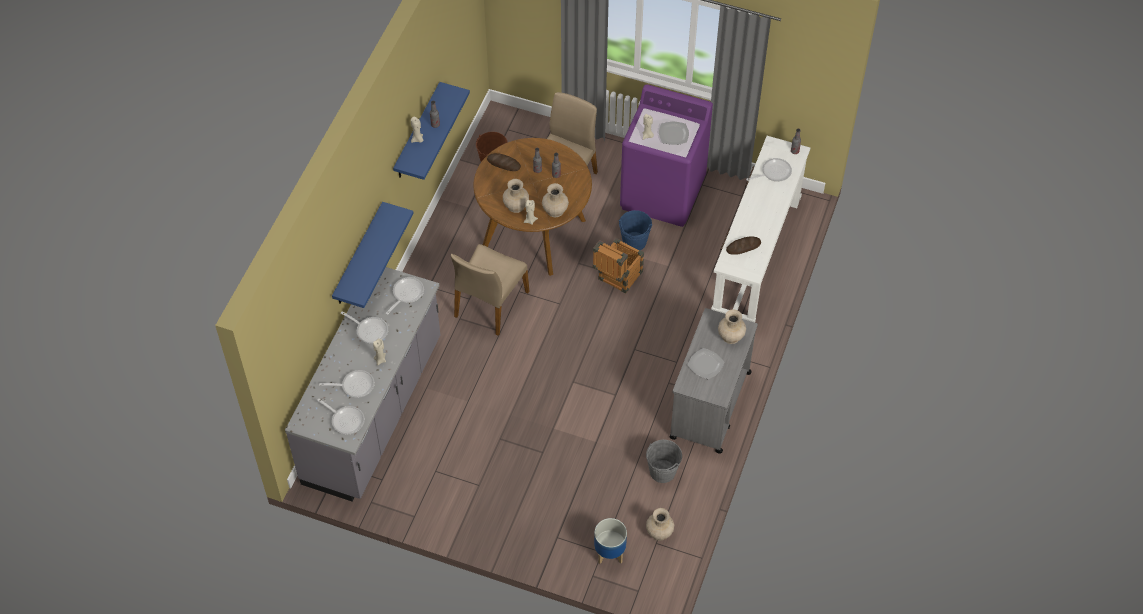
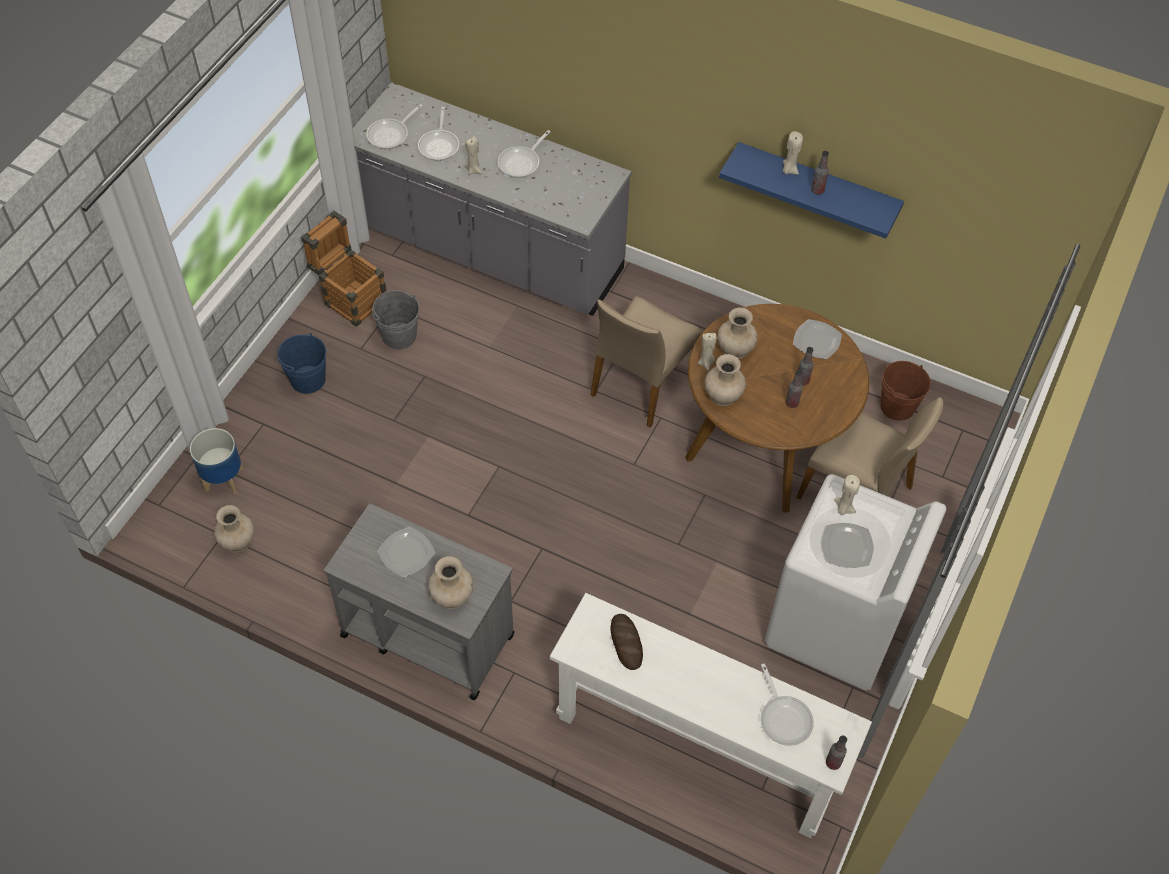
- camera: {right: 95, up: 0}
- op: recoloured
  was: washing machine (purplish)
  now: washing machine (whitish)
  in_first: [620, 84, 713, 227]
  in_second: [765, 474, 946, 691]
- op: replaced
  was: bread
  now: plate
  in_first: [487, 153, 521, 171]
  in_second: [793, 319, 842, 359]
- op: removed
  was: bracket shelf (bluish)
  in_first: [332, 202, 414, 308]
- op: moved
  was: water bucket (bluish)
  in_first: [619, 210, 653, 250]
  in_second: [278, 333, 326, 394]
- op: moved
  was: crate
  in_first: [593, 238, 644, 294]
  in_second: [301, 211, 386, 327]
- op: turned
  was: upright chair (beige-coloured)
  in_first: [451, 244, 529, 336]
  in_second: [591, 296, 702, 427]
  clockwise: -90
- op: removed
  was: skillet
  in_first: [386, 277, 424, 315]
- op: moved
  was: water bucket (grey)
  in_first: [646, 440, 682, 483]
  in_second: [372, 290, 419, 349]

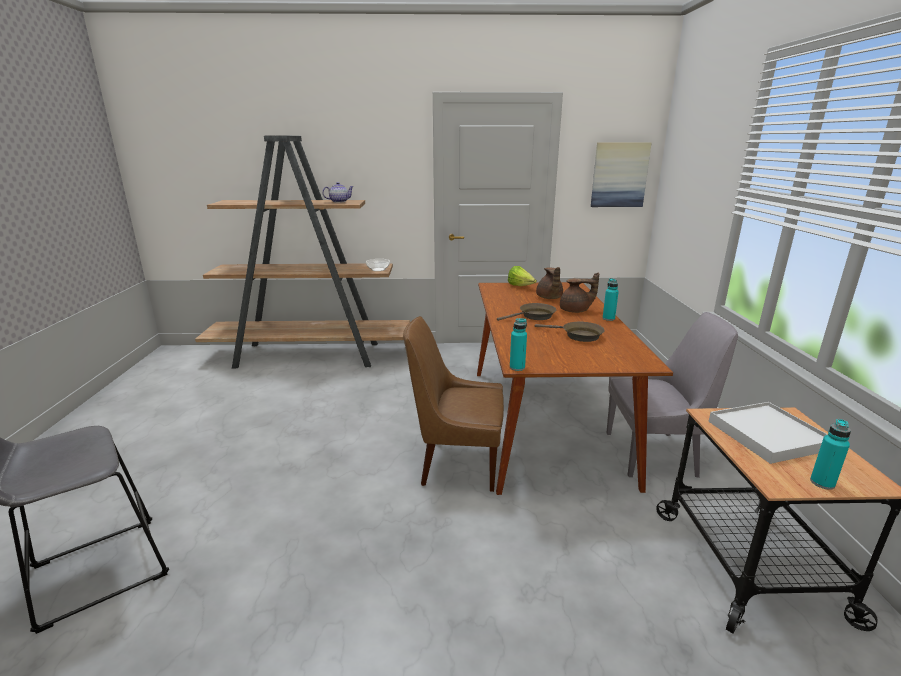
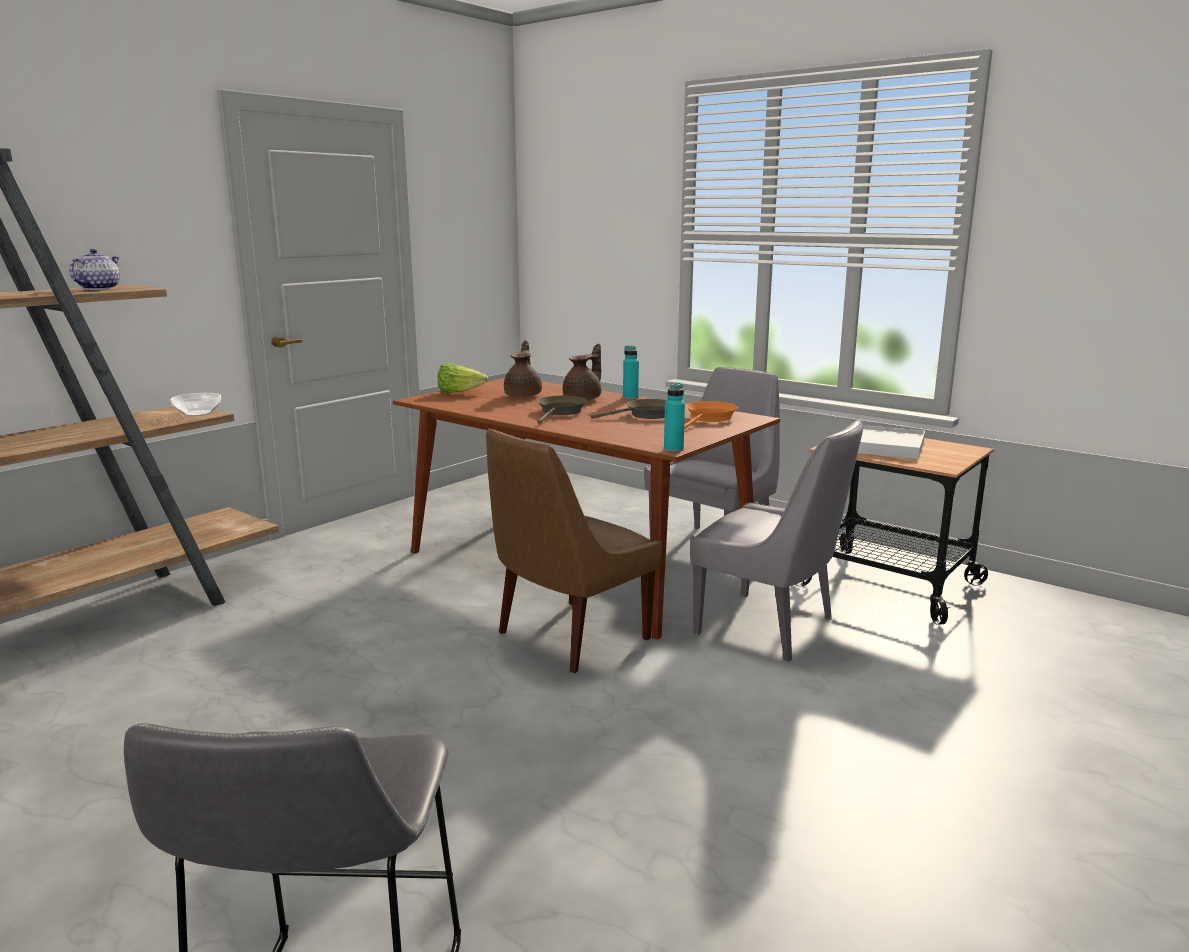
- camera: {right: -50, up: -5}
- op: removed
  was: picture
  in_first: [591, 142, 652, 207]
- op: turned
  was: pot for tea (brownish)
  in_first: [536, 267, 563, 299]
  in_second: [504, 340, 542, 397]
  clockwise: -120
- op: removed
  was: drink bottle (turquoise-coloured)
  in_first: [810, 419, 851, 490]
- op: added
  now: skillet (orangey)
  in_second: [684, 401, 738, 429]
- op: added
  now: upright chair (grey)
  in_second: [690, 420, 863, 662]

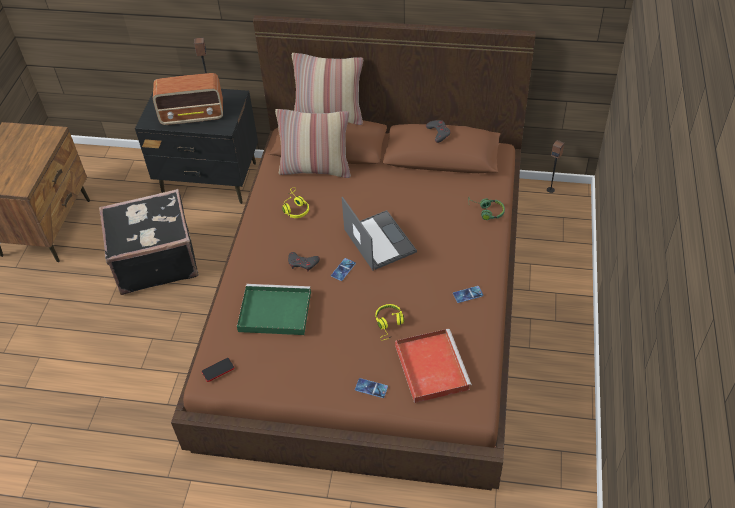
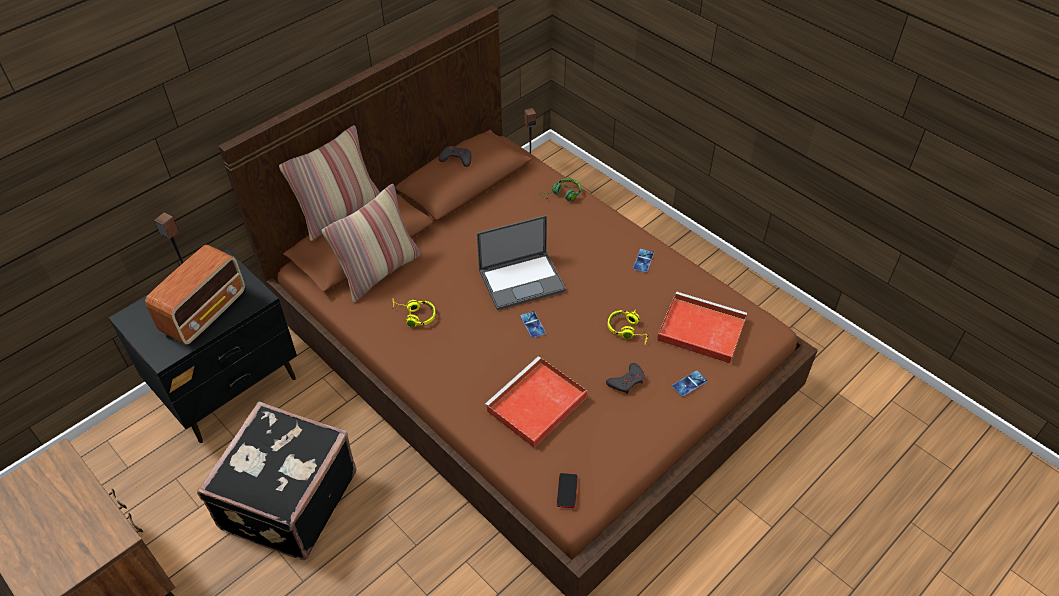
- camera: {right: -55, up: 0}
- op: turned
  was: portable computer
  in_first: [342, 197, 417, 271]
  in_second: [477, 215, 566, 310]
  clockwise: 150
- op: moved
  was: joypad (grey)
  in_first: [288, 252, 320, 272]
  in_second: [606, 363, 645, 394]
- op: recoloured
  was: tray (greenish)
  now: tray (red)
  in_first: [237, 284, 311, 335]
  in_second: [485, 357, 587, 447]

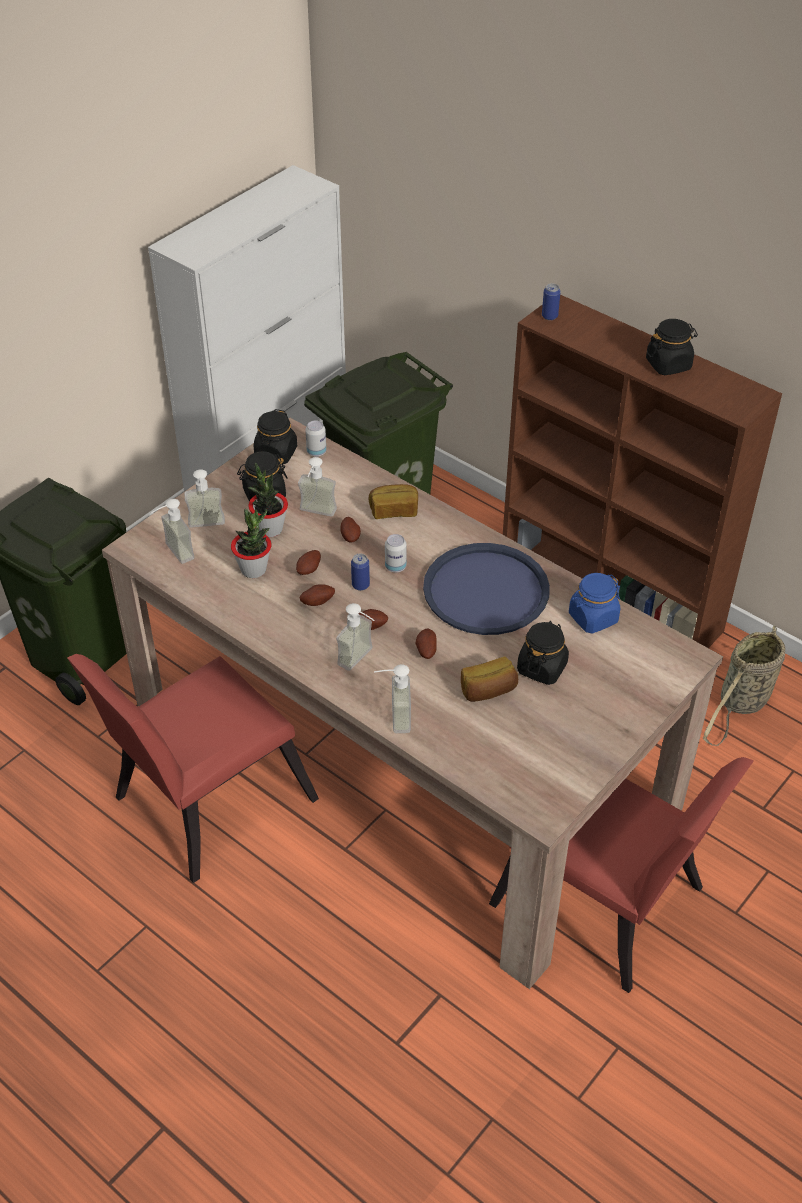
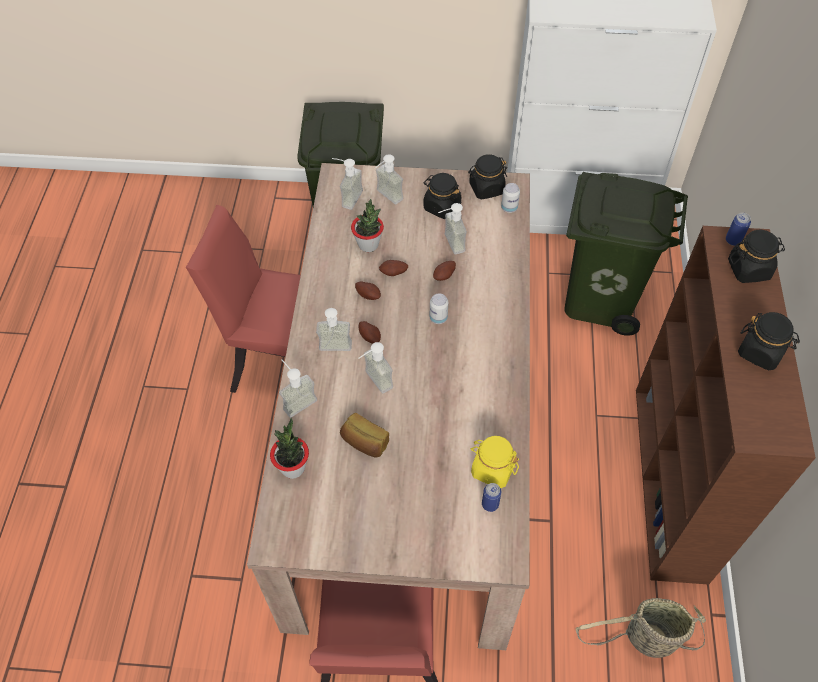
- camera: {right: 55, up: 10}
- op: moved
  was: houseplant
  in_first: [248, 462, 288, 537]
  in_second: [270, 418, 309, 479]
- op: removed
  was: bread
  in_first: [368, 484, 418, 519]
- op: removed
  was: tray (bluish)
  in_first: [423, 543, 550, 635]
- op: moved
  was: sealed can
  in_first: [351, 553, 370, 591]
  in_second: [482, 483, 501, 512]
- op: recoloured
  was: storage jar (bluish)
  now: storage jar (yellowish)
  in_first: [569, 573, 620, 634]
  in_second: [471, 436, 519, 488]
- op: moved
  was: storage jar (blackish)
  in_first: [517, 621, 569, 685]
  in_second: [728, 230, 785, 283]
- op: replaced
  was: potato
  now: soap bottle
  in_first: [415, 628, 437, 659]
  in_second: [358, 342, 393, 393]

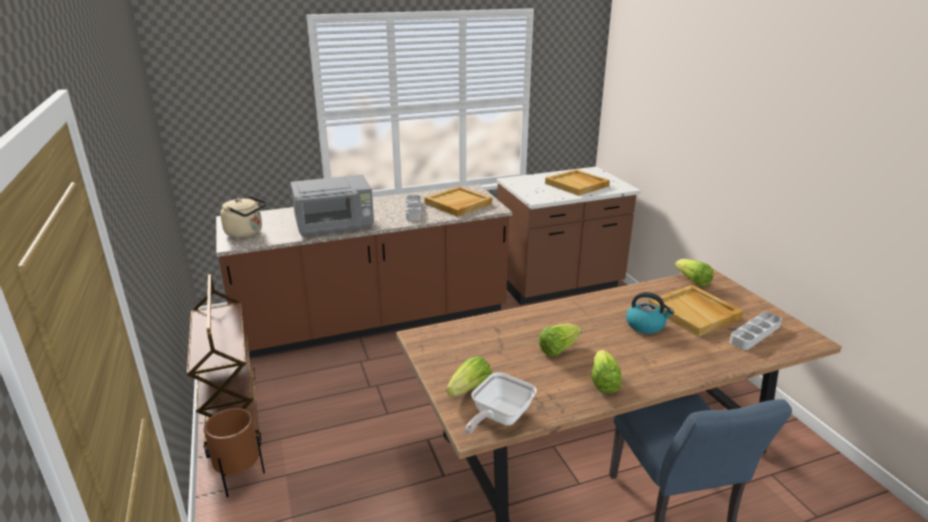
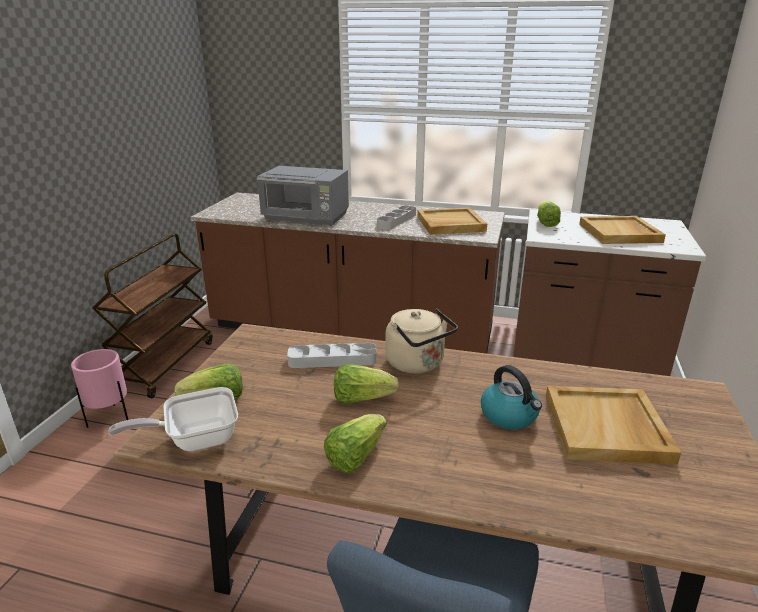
- camera: {right: 35, up: 0}
- op: moved
  was: tea kettle (beige-coloured)
  in_first: [220, 196, 267, 238]
  in_second: [385, 309, 458, 374]
- op: moved
  was: head of lettuce
  in_first: [675, 259, 713, 287]
  in_second: [537, 201, 561, 227]
- op: moved
  was: tray (grey)
  in_first: [730, 312, 782, 350]
  in_second: [287, 343, 377, 368]
- op: recoloured
  was: flower pot (brownish)
  now: flower pot (pink)
  in_first: [204, 408, 265, 497]
  in_second: [71, 349, 128, 428]

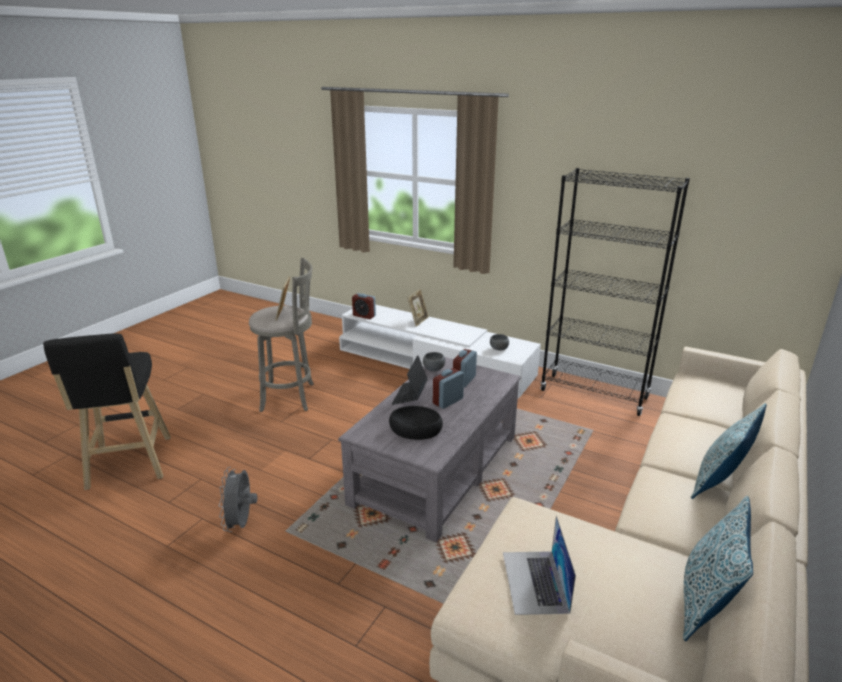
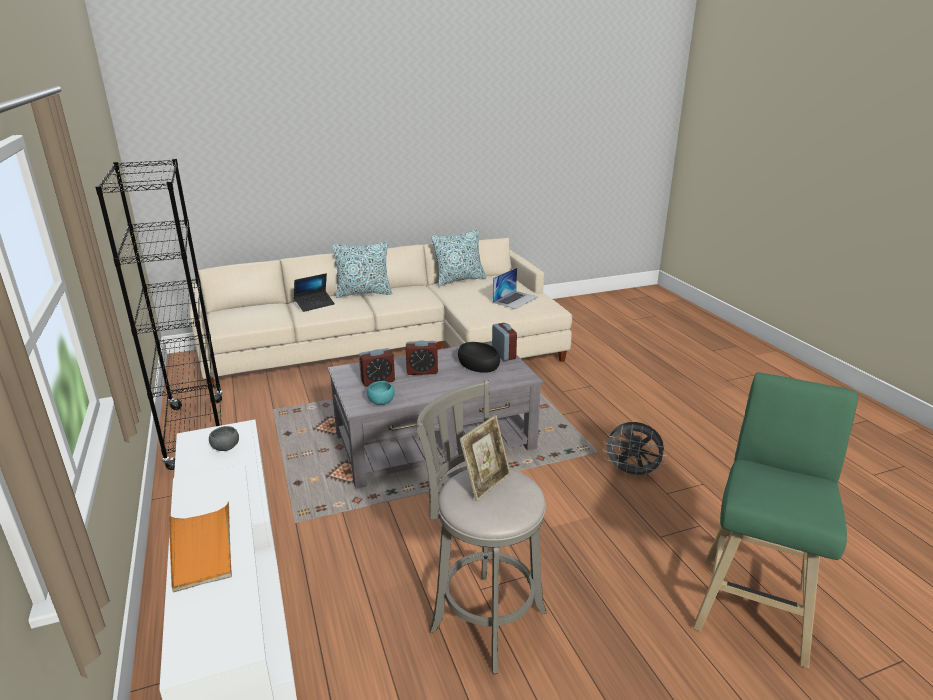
- camera: {right: -140, up: 0}
- op: replaced
  was: picture frame
  now: tray (orangey)
  in_first: [407, 289, 429, 327]
  in_second: [169, 501, 232, 592]
- op: moved
  was: bedside clock
  in_first: [352, 293, 376, 319]
  in_second: [492, 323, 517, 361]
- op: recoloured
  was: stool seat (blackish)
  now: stool seat (greenish)
  in_first: [43, 334, 171, 490]
  in_second: [693, 372, 858, 668]
- op: recoloured
  was: deep dish (grey)
  now: deep dish (turquoise-coloured)
  in_first: [423, 352, 445, 371]
  in_second: [367, 381, 395, 405]
- op: moved
  was: portable computer
  in_first: [392, 355, 428, 405]
  in_second: [294, 273, 335, 312]
- op: turned
  was: fan (grey)
  in_first: [219, 467, 257, 532]
  in_second: [603, 422, 667, 479]
  clockwise: 75

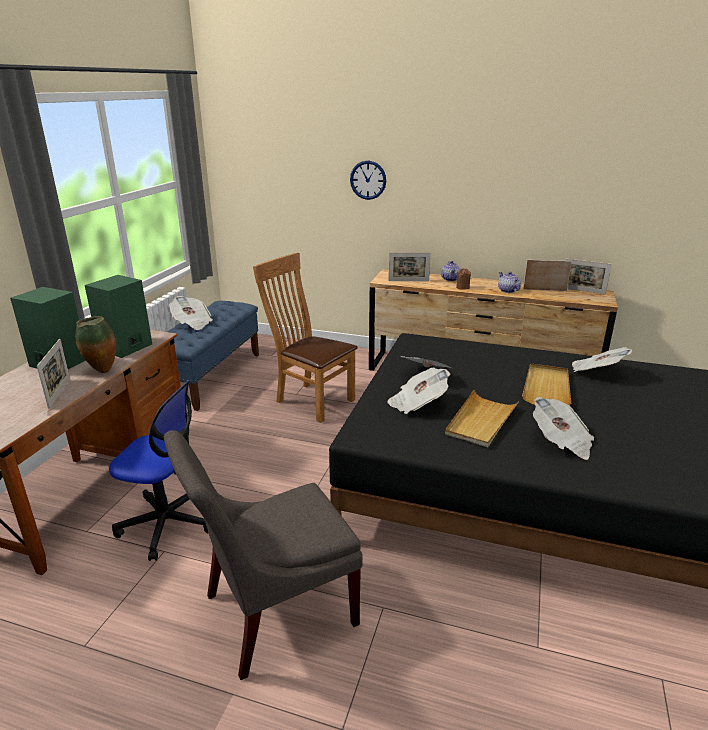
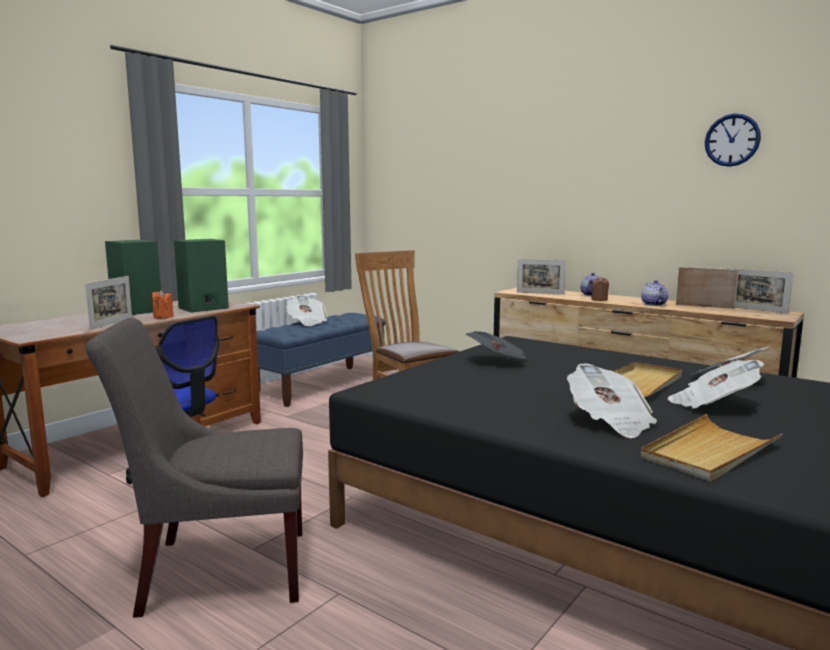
- camera: {right: 20, up: -15}
- op: moved
  was: wall clock
  in_first: [350, 160, 386, 200]
  in_second: [705, 113, 761, 167]
- op: replaced
  was: flower vase
  now: wax candle (orangey)
  in_first: [75, 316, 116, 373]
  in_second: [152, 290, 174, 319]
- op: moved
  was: daily paper
  in_first: [387, 368, 450, 414]
  in_second: [668, 360, 765, 409]
- op: moved
  was: tray (beige-coloured)
  in_first: [445, 390, 519, 447]
  in_second: [641, 414, 783, 482]

